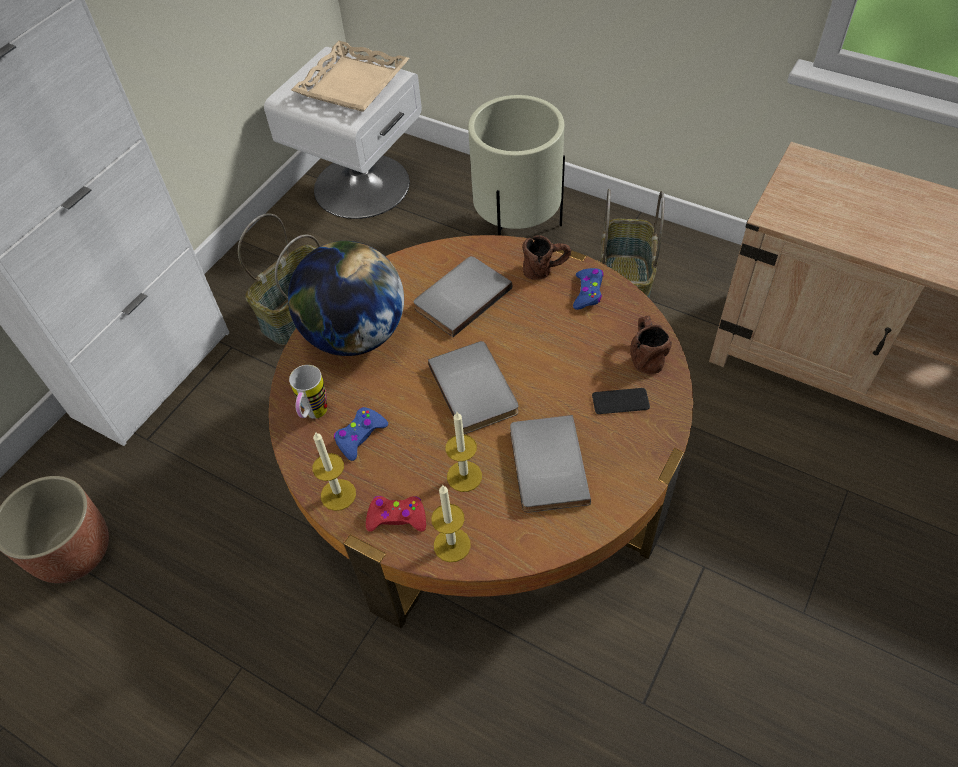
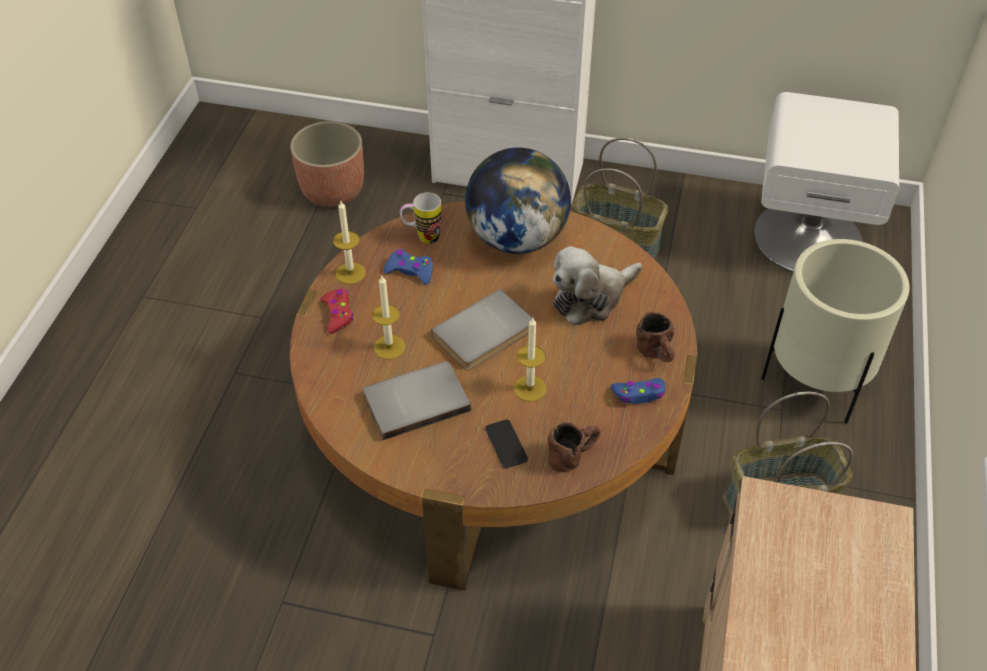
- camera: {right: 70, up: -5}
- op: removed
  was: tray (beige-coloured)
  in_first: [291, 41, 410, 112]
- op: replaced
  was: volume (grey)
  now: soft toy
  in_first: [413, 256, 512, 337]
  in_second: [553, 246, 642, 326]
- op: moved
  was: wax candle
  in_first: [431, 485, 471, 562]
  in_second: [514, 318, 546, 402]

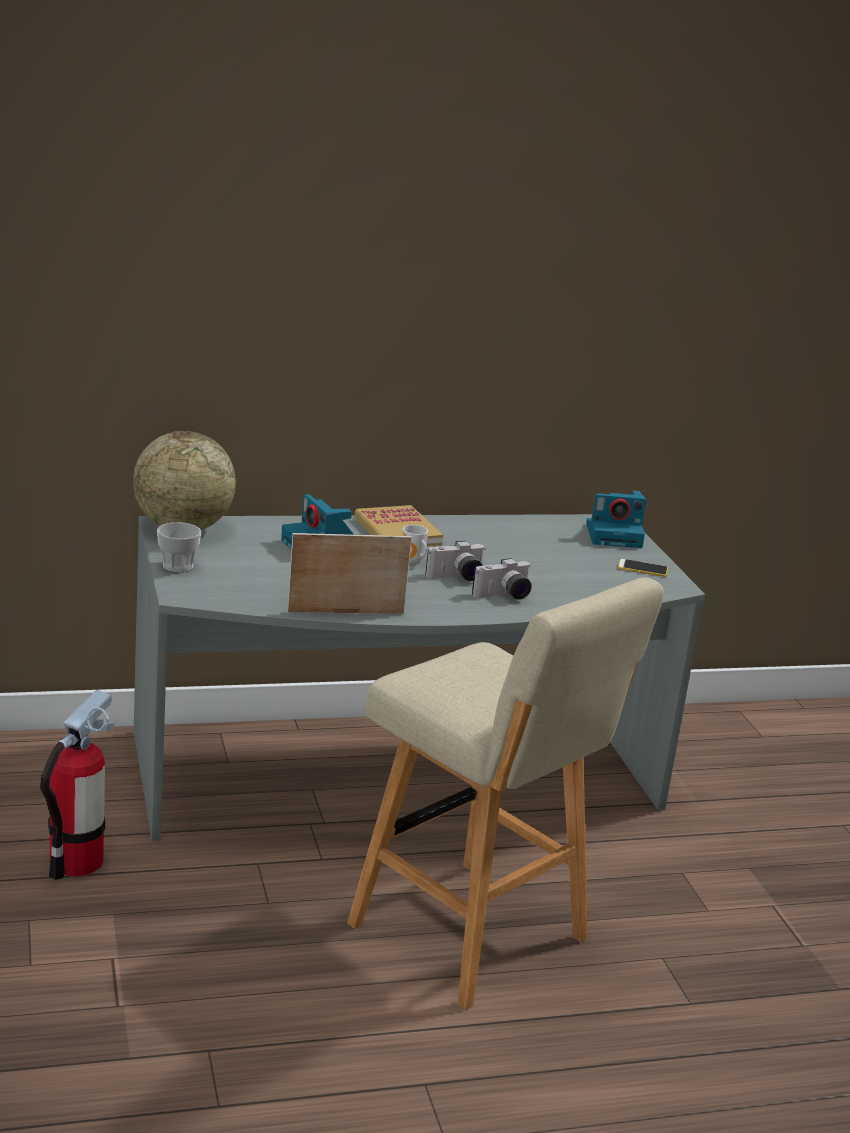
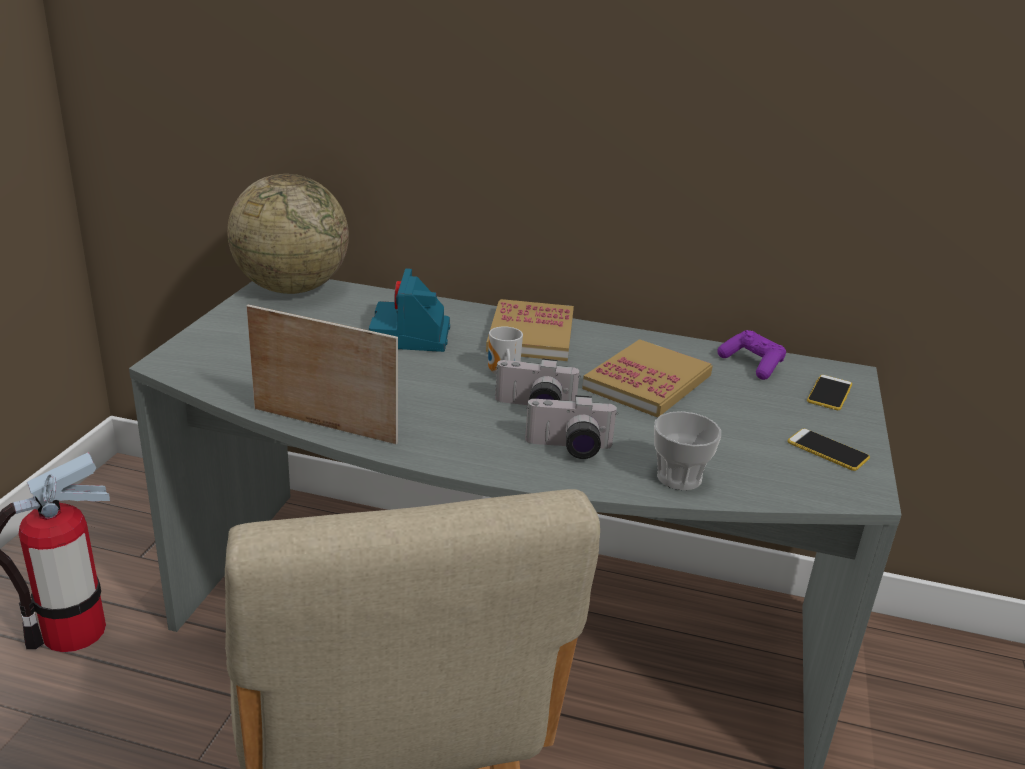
- camera: {right: 30, up: 5}
- op: replaced
  was: still camera
  now: handset
  in_first: [586, 490, 646, 548]
  in_second: [807, 375, 852, 410]
- op: moved
  was: cup
  in_first: [157, 522, 201, 572]
  in_second: [654, 411, 721, 490]
- op: added
  now: joypad (purplish)
  in_second: [718, 330, 786, 380]
- op: added
  now: volume
  in_second: [582, 339, 713, 418]

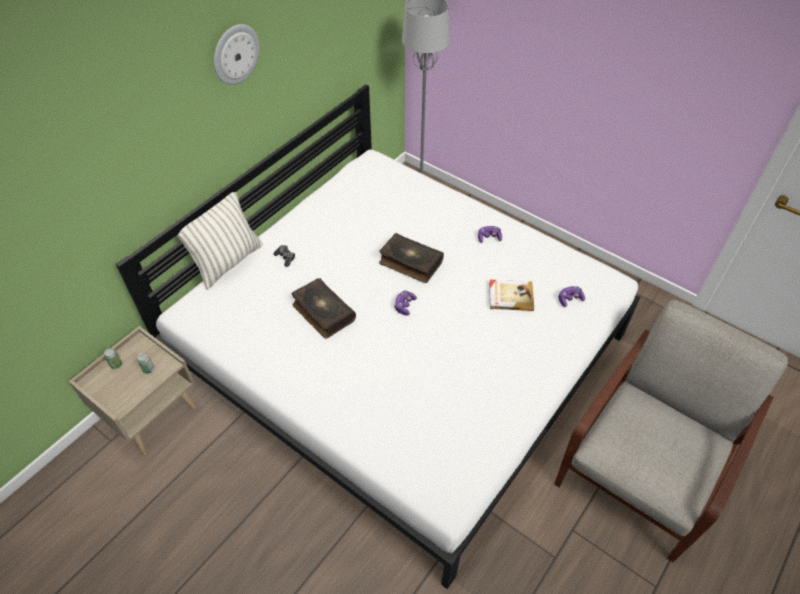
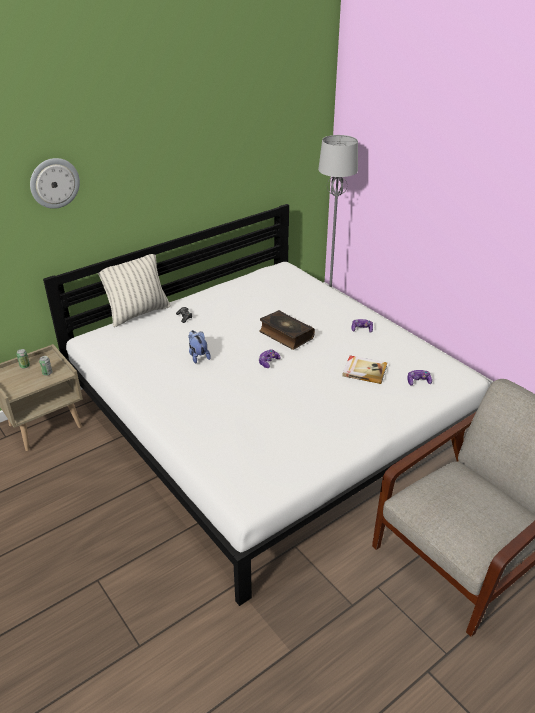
- camera: {right: 15, up: -15}
- op: moved
  was: wall clock
  in_first: [214, 24, 260, 85]
  in_second: [30, 158, 80, 209]
- op: replaced
  was: volume
  now: soft toy
  in_first: [291, 278, 356, 339]
  in_second: [188, 330, 211, 364]

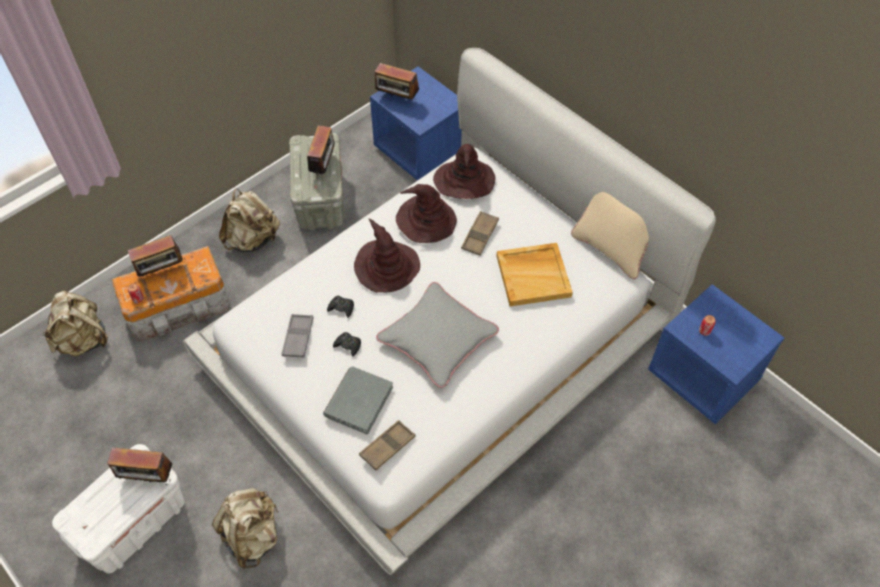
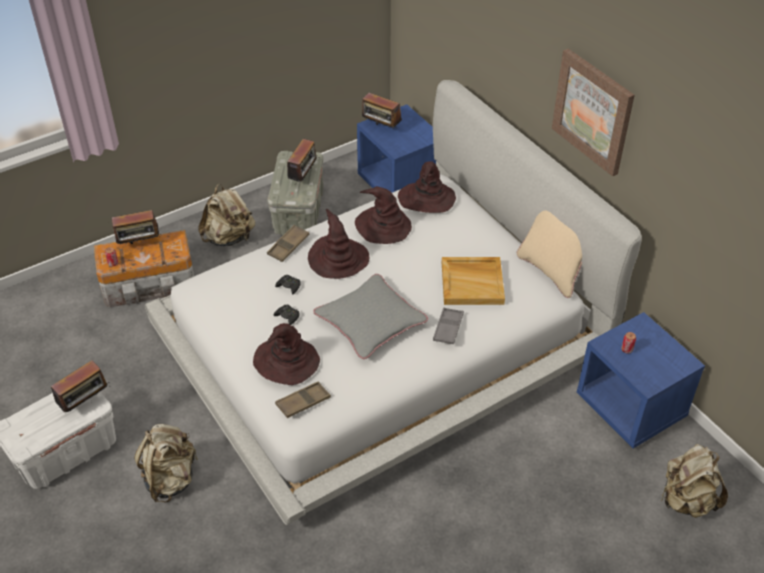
- camera: {right: 10, up: -10}
- op: moved
  was: tray (brownish)
  in_first: [461, 211, 499, 256]
  in_second: [267, 225, 310, 262]
- op: moved
  was: knapsack (beige-coloured)
  in_first: [43, 291, 108, 357]
  in_second: [661, 444, 728, 518]
- op: moved
  was: tray (grey)
  in_first: [281, 314, 314, 358]
  in_second: [433, 307, 464, 344]
- op: replaced
  was: volume (grey)
  now: wearable hat (brownish)
  in_first: [323, 367, 393, 434]
  in_second: [253, 323, 320, 385]
- op: turned
  was: radio receiver
  in_first: [107, 447, 172, 485]
  in_second: [51, 360, 110, 412]
  clockwise: -60
- op: added
  now: picture
  in_second: [552, 49, 635, 176]

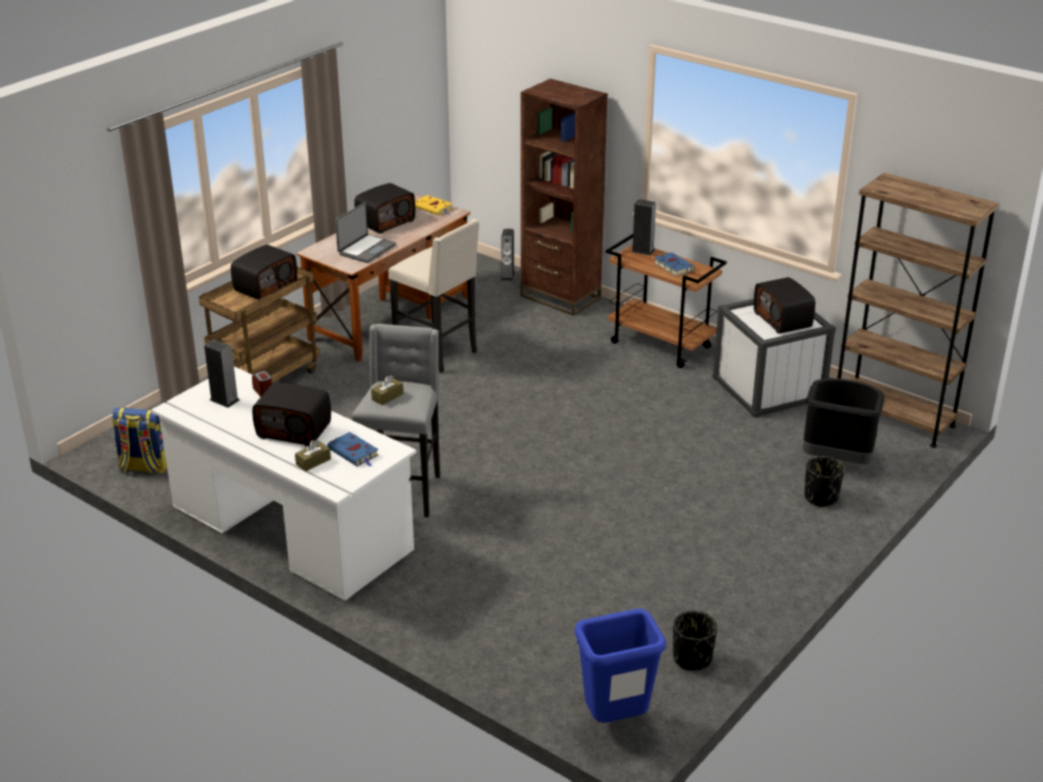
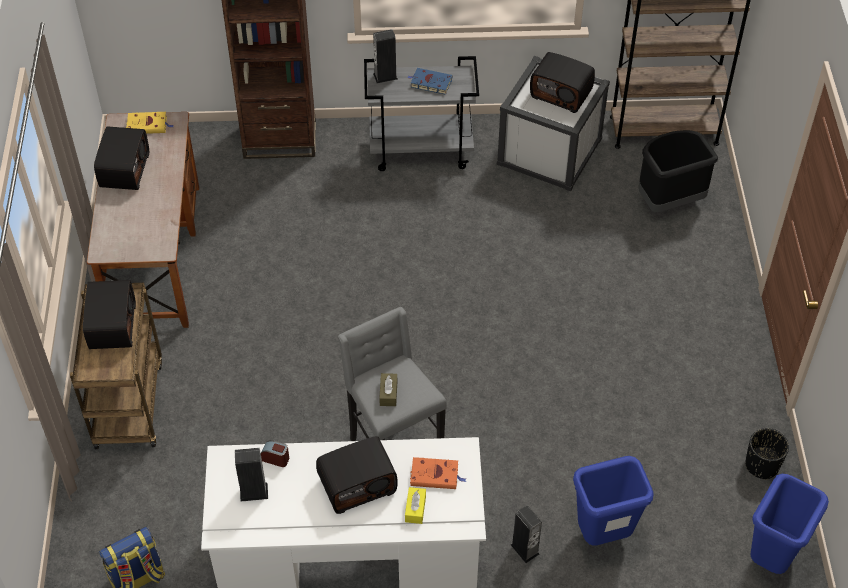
- camera: {right: -40, up: 20}
- op: removed
  was: portable computer
  in_first: [335, 202, 396, 263]
- op: removed
  was: stool seat (beige-coloured)
  in_first: [388, 219, 479, 373]
- op: moved
  was: speaker
  in_first: [501, 229, 515, 281]
  in_second: [510, 506, 542, 563]
- op: recoloured
  was: trolley (brownish)
  now: trolley (grey)
  in_first: [606, 234, 727, 368]
  in_second: [364, 56, 479, 171]
- op: recoloured
  was: volume (bluish)
  now: volume (orangey)
  in_first: [327, 432, 378, 467]
  in_second: [410, 457, 466, 489]
- op: recoloured
  was: tissue box (brownish)
  now: tissue box (yellowish)
  in_first: [295, 439, 331, 471]
  in_second: [405, 487, 426, 524]
- op: removed
  was: flower pot (blackish)
  in_first: [805, 456, 844, 507]
- op: added
  now: waste bin (bluish)
  in_second: [573, 456, 653, 546]

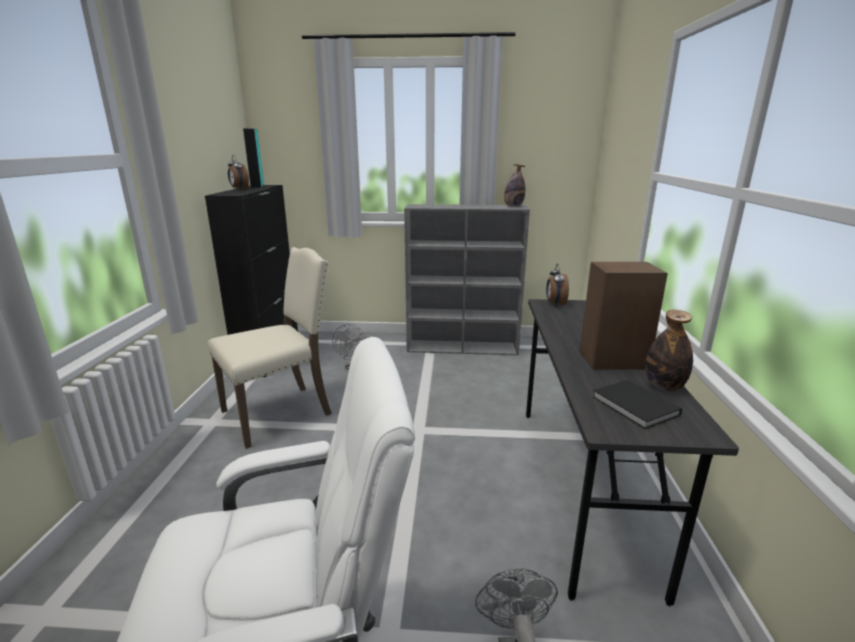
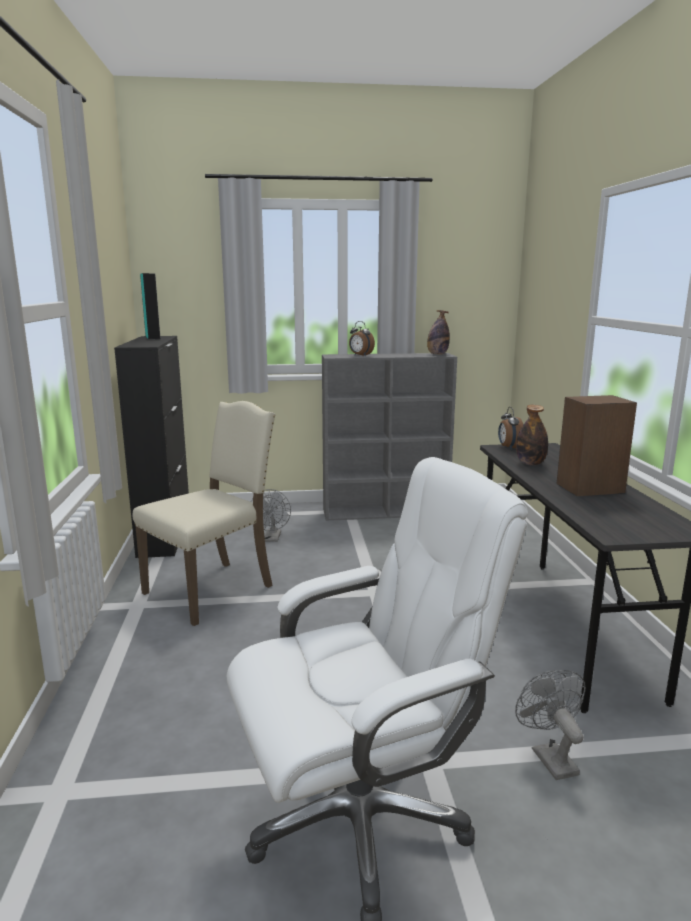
- camera: {right: -10, up: -5}
- op: moved
  was: bedside clock
  in_first: [228, 155, 249, 190]
  in_second: [349, 321, 375, 356]
- op: moved
  was: drink bottle
  in_first: [645, 310, 693, 391]
  in_second: [516, 405, 548, 465]
- op: removed
  was: volume (blackish)
  in_first: [593, 380, 682, 429]

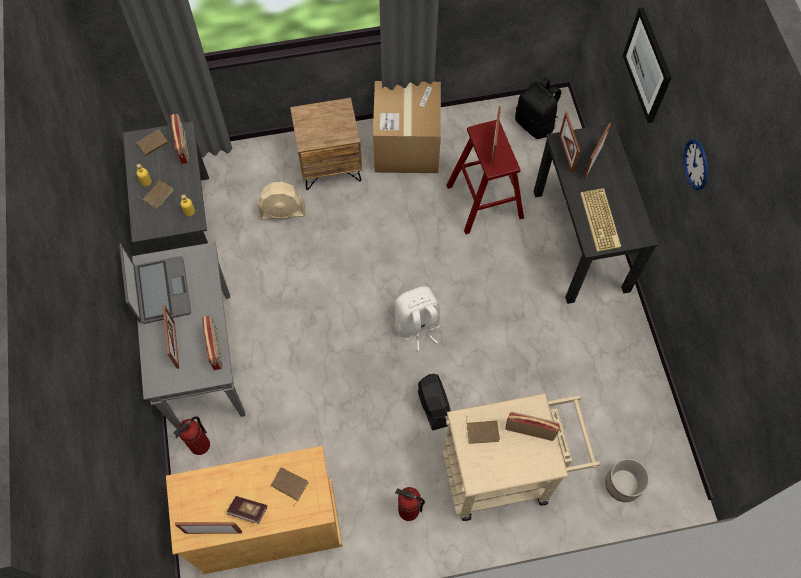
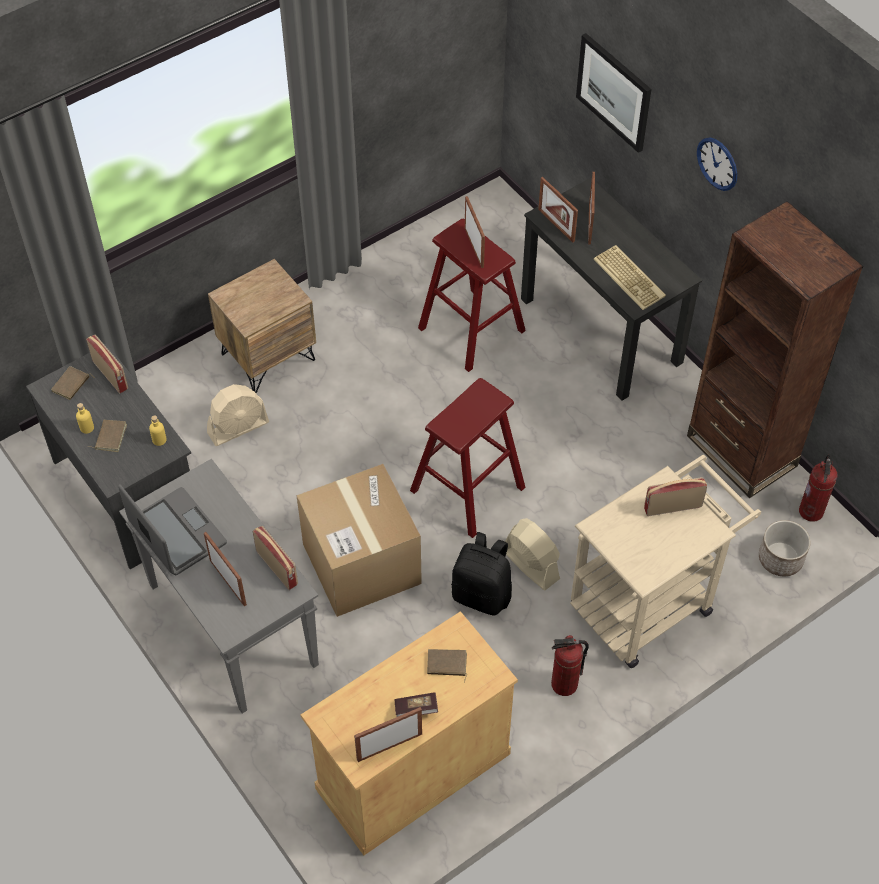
- camera: {right: -25, up: -10}
- op: moved
  was: knapsack (blackish)
  in_first: [515, 77, 561, 139]
  in_second: [451, 532, 512, 616]
- op: moved
  was: cardboard box
  in_first: [373, 81, 441, 173]
  in_second: [296, 464, 422, 617]
- op: replaced
  was: knapsack (whitish)
  now: stool seat (red)
  in_first: [395, 286, 440, 351]
  in_second: [410, 378, 525, 538]
- op: recoloured
  was: fan (blackish)
  now: fan (beige-coloured)
  in_first: [418, 374, 451, 431]
  in_second: [505, 518, 560, 590]
- op: moved
  was: extinguisher
  in_first: [174, 416, 210, 455]
  in_second: [799, 455, 838, 522]
- op: removed
  was: volume (brownish)
  in_first: [466, 419, 500, 444]
- op: added
  now: shelving unit (brownish)
  in_second: [687, 201, 863, 498]

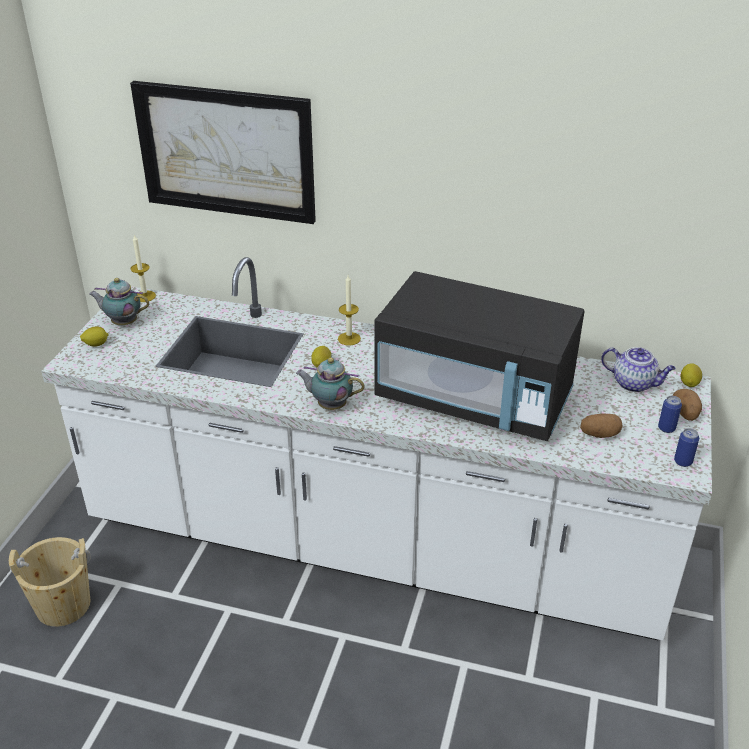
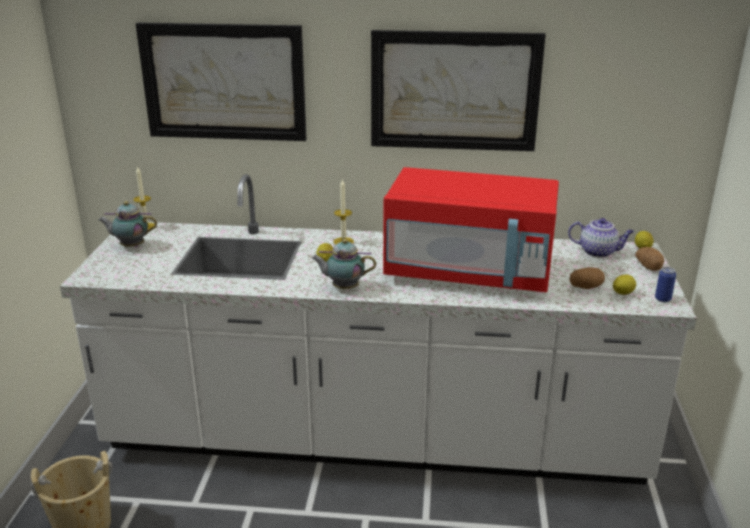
- camera: {right: -10, up: -10}
- op: recoloured
  was: microwave (blackish)
  now: microwave (red)
  in_first: [375, 271, 584, 441]
  in_second: [383, 167, 559, 292]
- op: moved
  was: citrus fruit
  in_first: [80, 327, 109, 347]
  in_second: [613, 275, 636, 295]
- op: removed
  was: sealed can
  in_first: [658, 396, 682, 433]
- op: added
  now: picture
  in_second: [371, 30, 546, 151]

